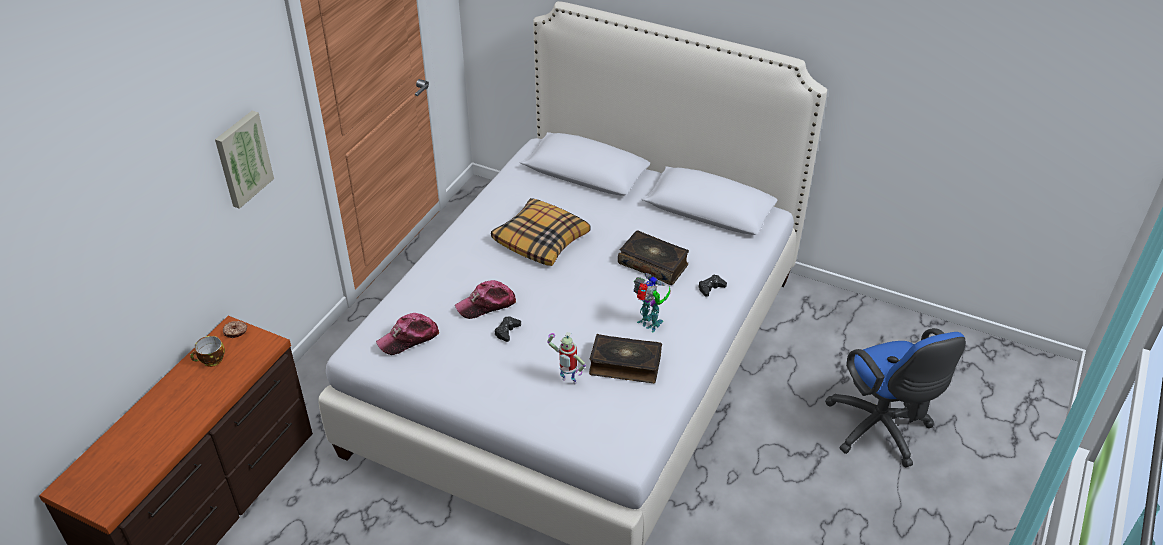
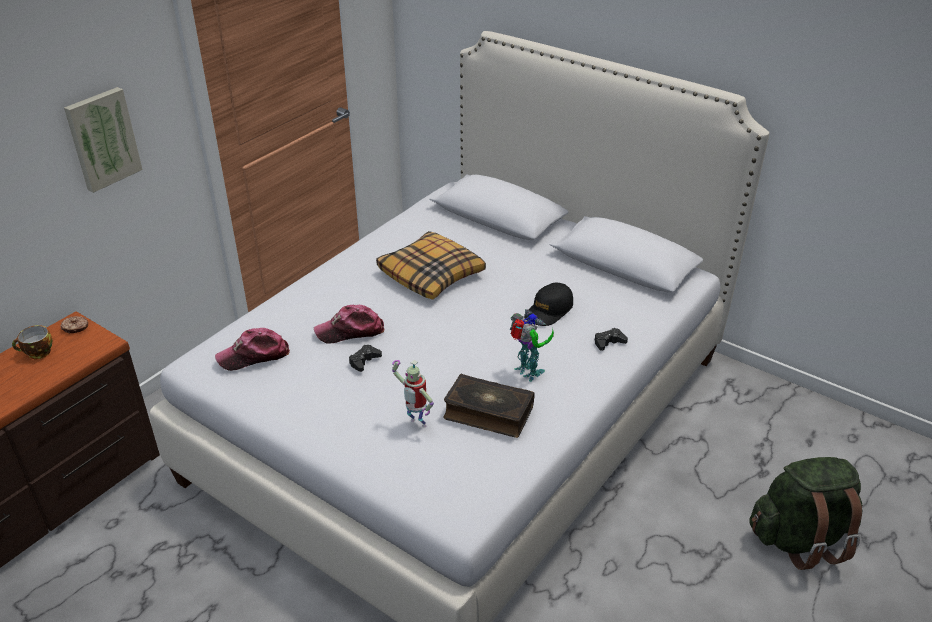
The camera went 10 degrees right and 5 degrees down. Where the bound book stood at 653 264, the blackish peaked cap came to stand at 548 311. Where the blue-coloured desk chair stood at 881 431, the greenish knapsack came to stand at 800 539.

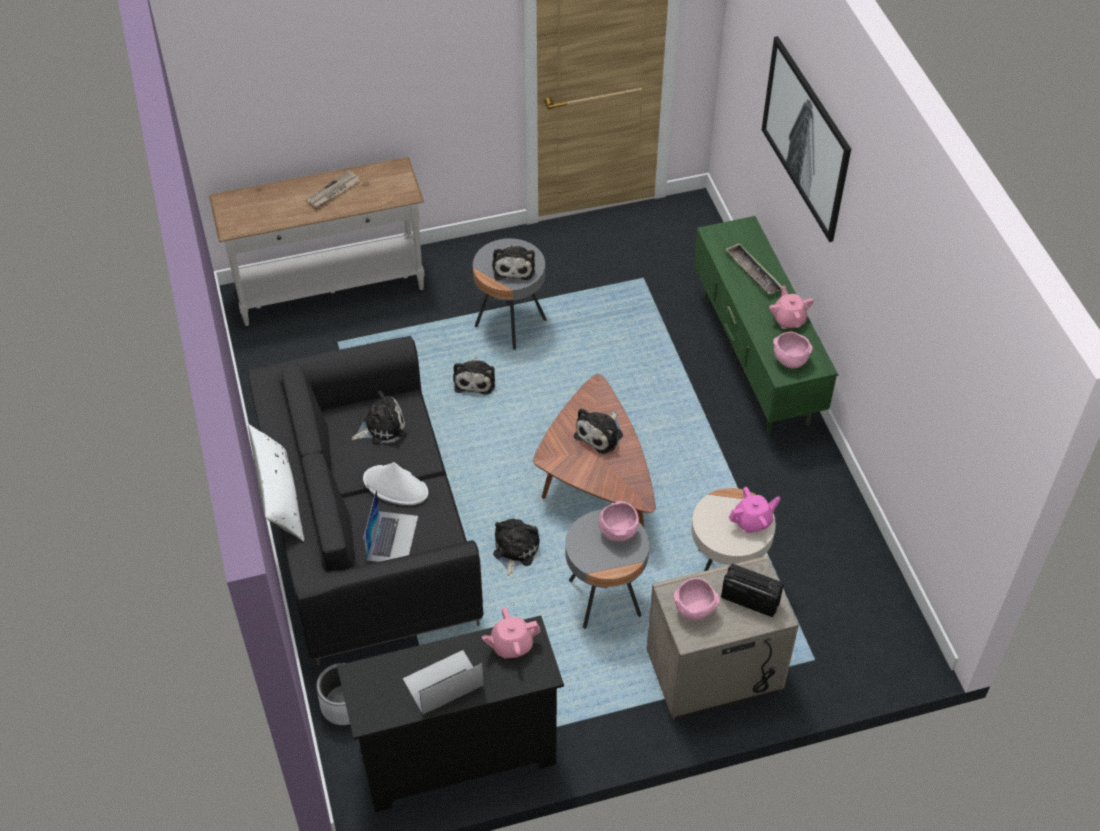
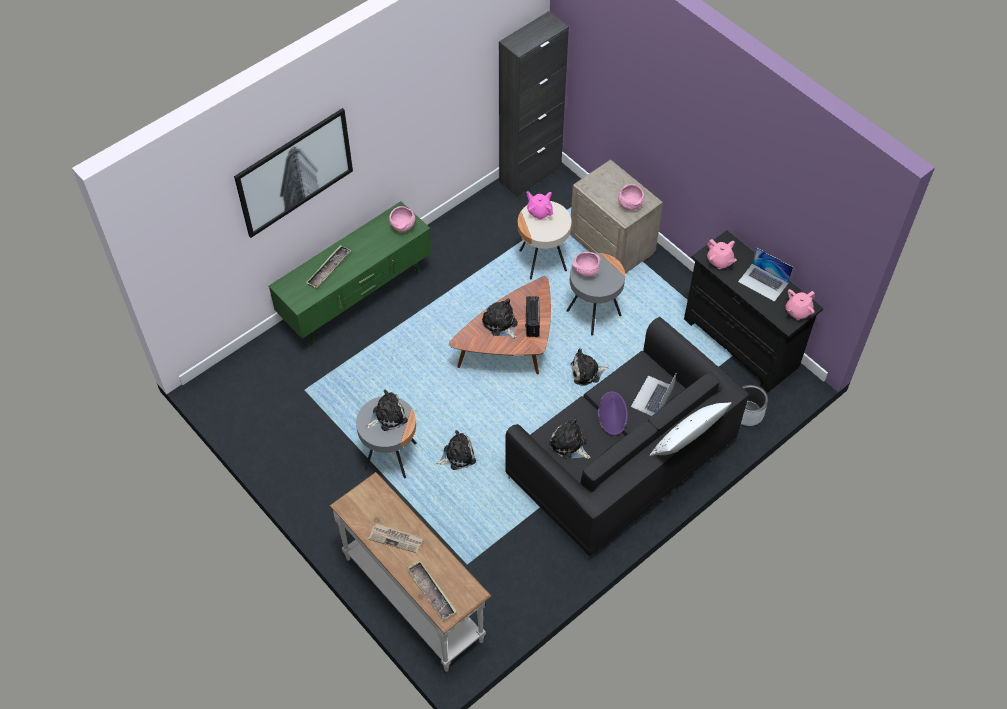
The camera went 115 degrees left and 5 degrees up. The second view gained the carrying tray at 431 592. The plush toy at 600 434 ended up facing another way, 135 degrees counterclockwise from before. The second view gained the blackish cupboard at 530 174. The radio ended up elsewhere, having gone from 749 599 to 532 323. What was the white-coloured wearable hat at 396 486 turned into the purplish wearable hat at 612 414. The notebook computer at 392 537 ended up facing another way, 45 degrees counterclockwise from before. The pinkish teapot ended up elsewhere, having gone from 788 319 to 797 311.

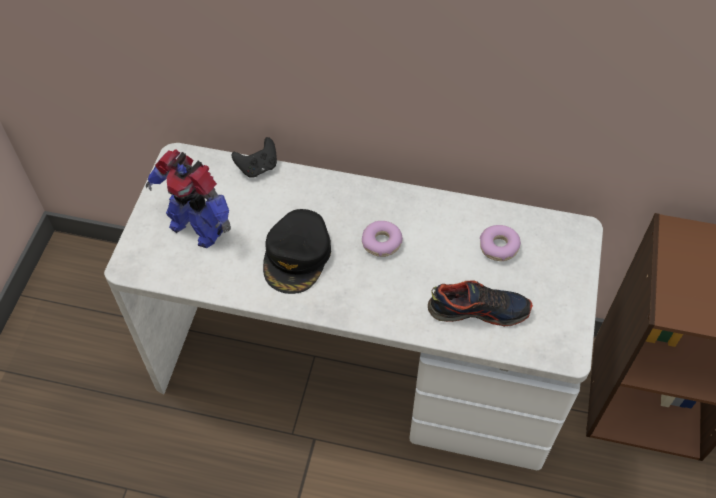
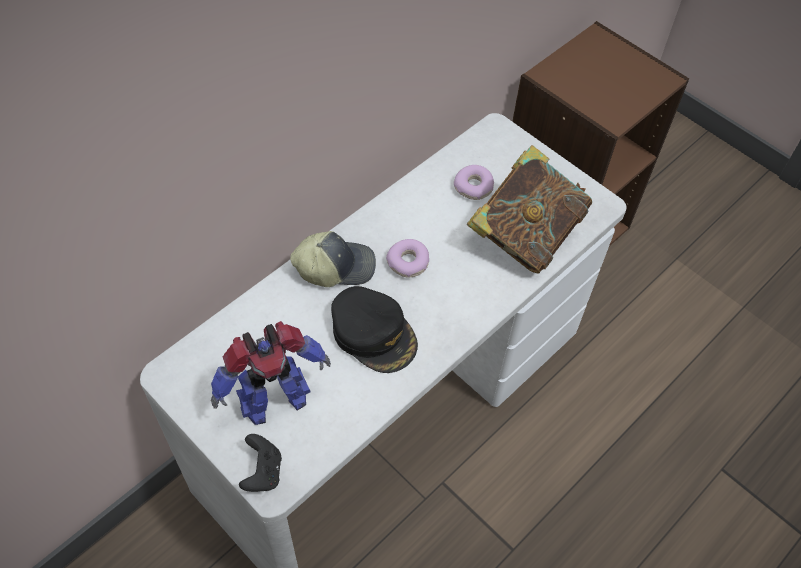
The camera went 60 degrees left and 0 degrees up. The blackish gamepad ended up elsewhere, having gone from 258 167 to 263 472. The second view gained the peaked cap at 335 266. Where the item of footwear stood at 478 310, the bound book came to stand at 524 235.

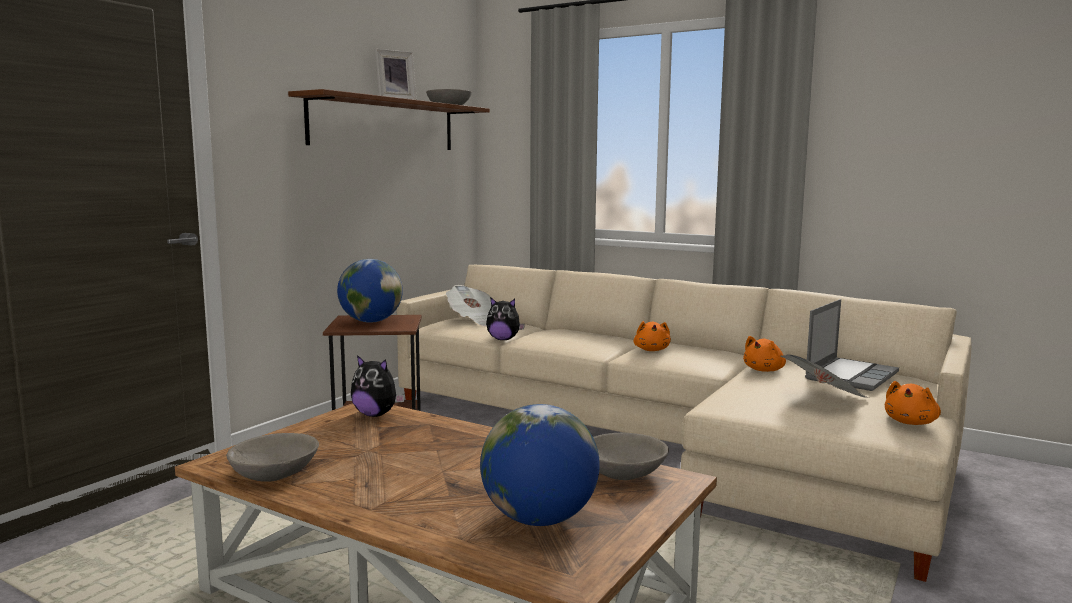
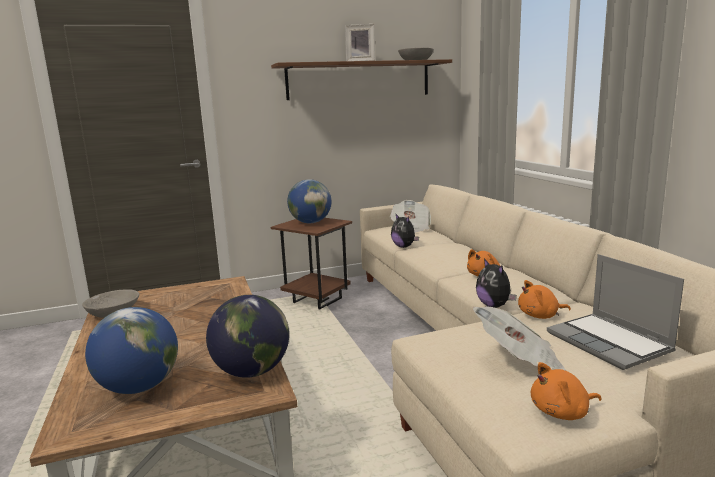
The camera went 40 degrees right and 5 degrees up. Where the grey serving bowl stood at 623 471, the desk globe came to stand at 251 372. The plush toy ended up elsewhere, having gone from 376 414 to 494 306. The notebook computer at 850 376 ended up facing another way, 75 degrees clockwise from before.

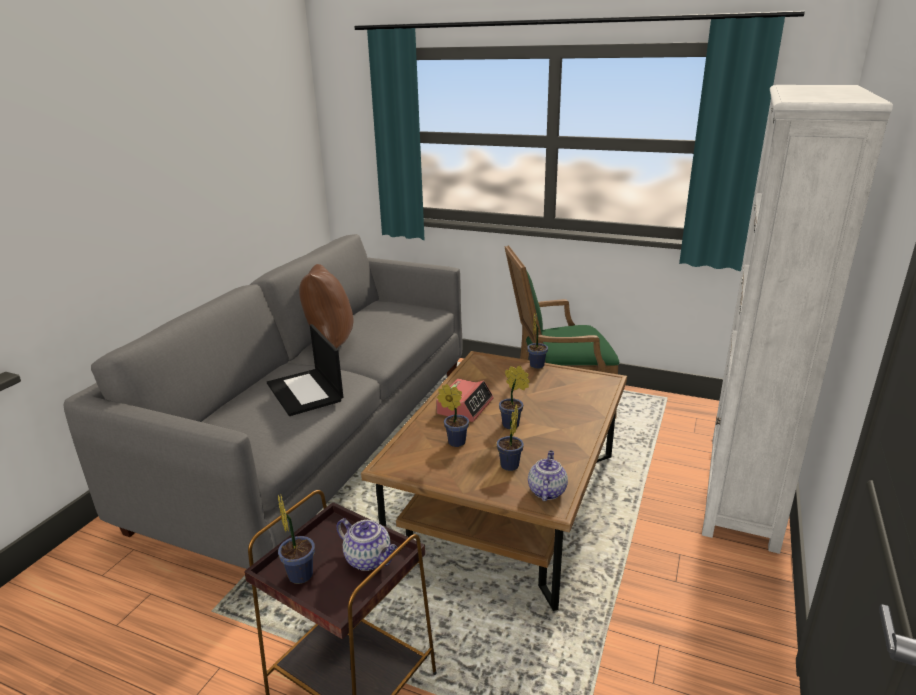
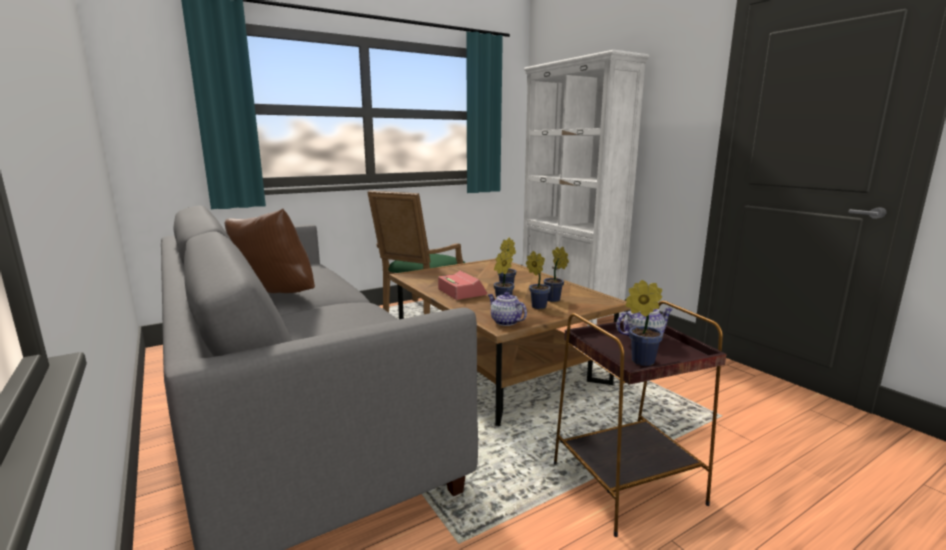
The camera went 55 degrees left and 10 degrees down. The teapot ended up elsewhere, having gone from 546 491 to 505 322. The houseplant ended up elsewhere, having gone from 537 364 to 537 306. The second view lost the notebook computer at 306 392.

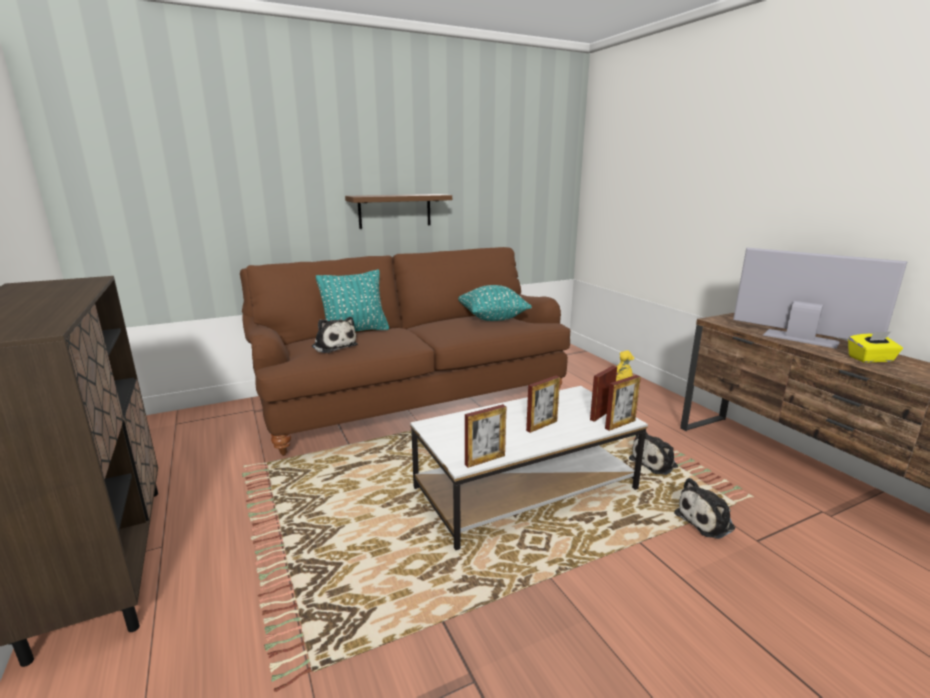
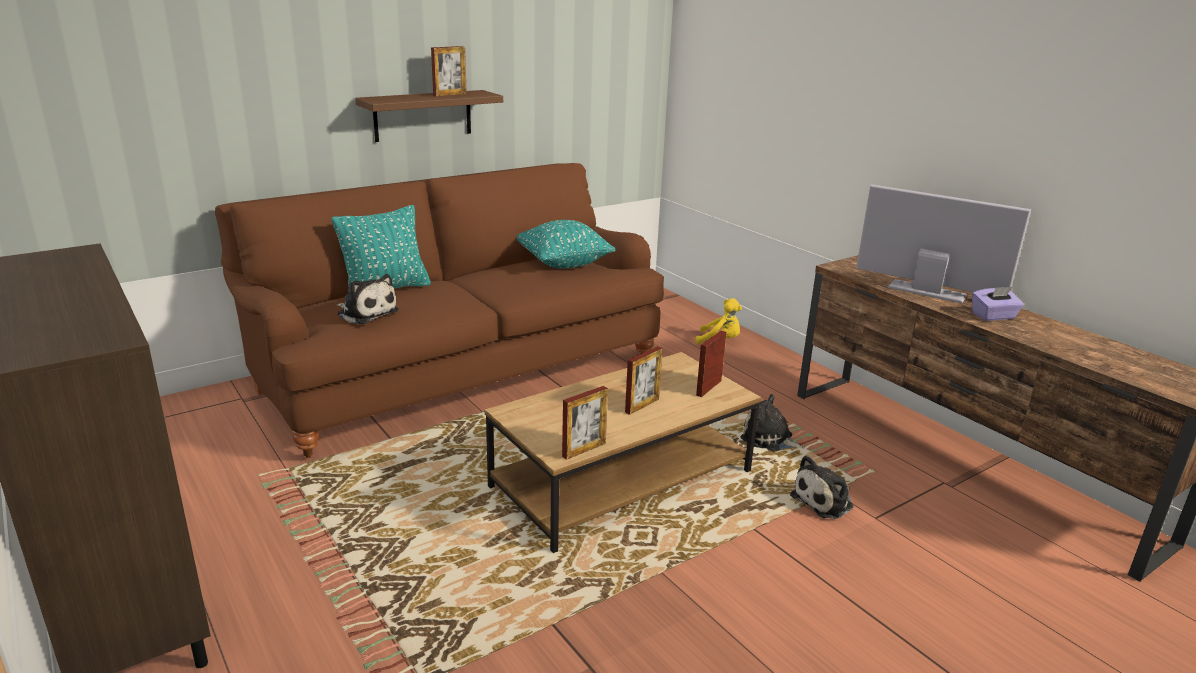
The camera went 10 degrees left and 5 degrees up. The photo frame ended up elsewhere, having gone from 620 424 to 450 95. What was the white-coloured low table at 525 488 turned into the brown-coloured low table at 621 479. The plush toy at 655 462 ended up facing another way, 75 degrees clockwise from before. What was the yellow tissue box at 871 359 turned into the purplish tissue box at 993 316.

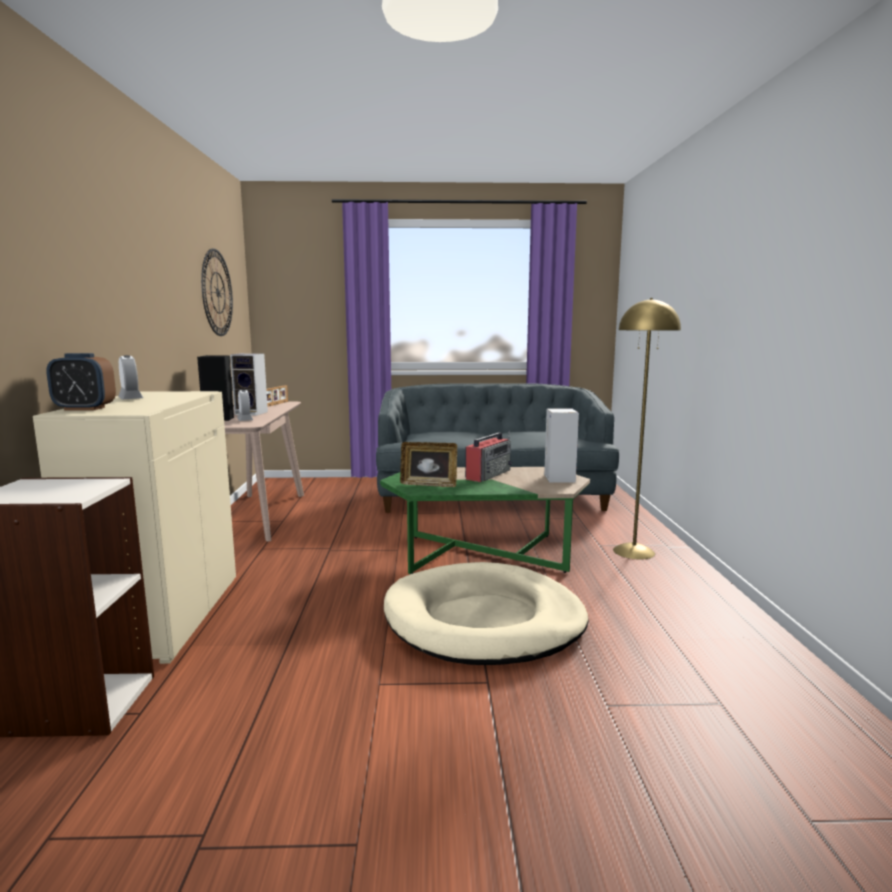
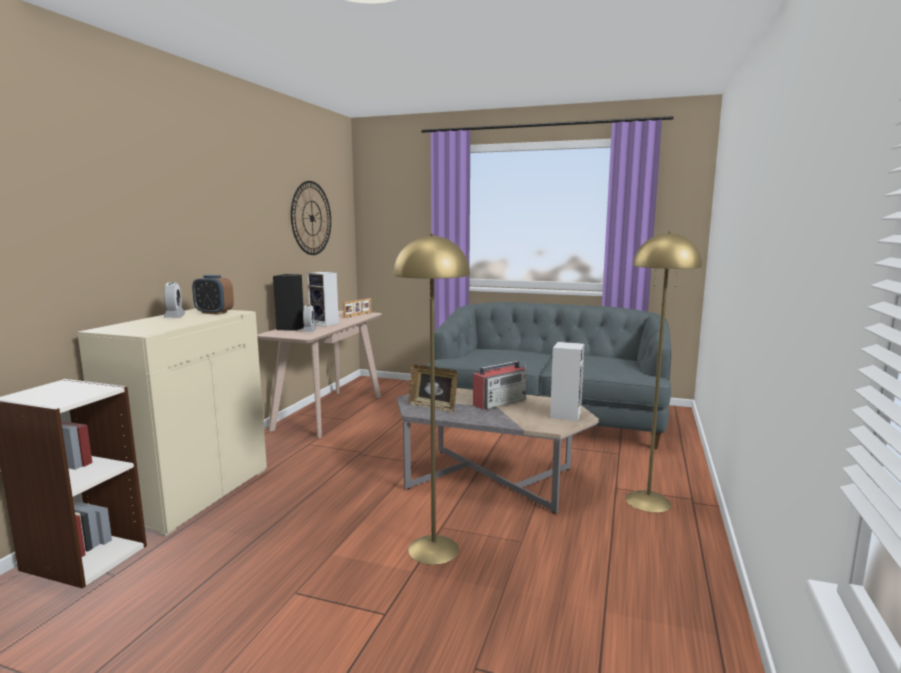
The camera went 20 degrees right and 0 degrees up. The alarm clock ended up elsewhere, having gone from 84 409 to 214 313. Where the beige-coloured pet bed stood at 484 620, the yellow standing lamp came to stand at 434 549. What was the greenish low table at 484 553 turned into the grey low table at 490 478.

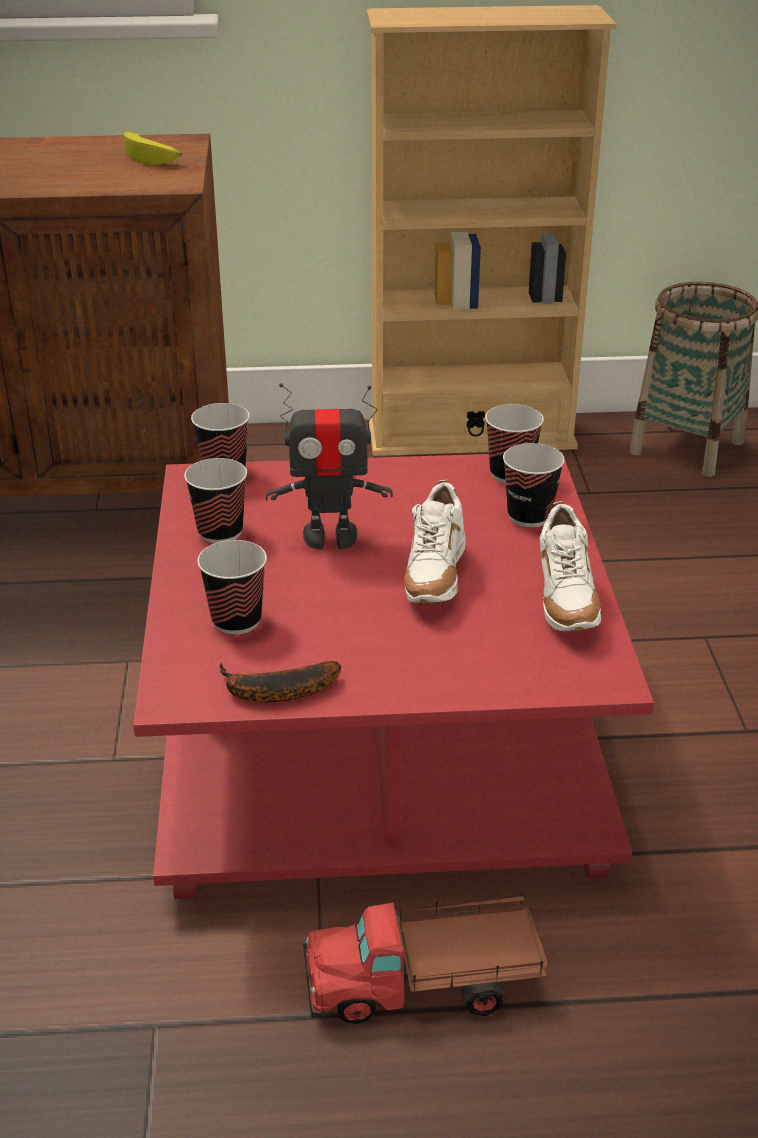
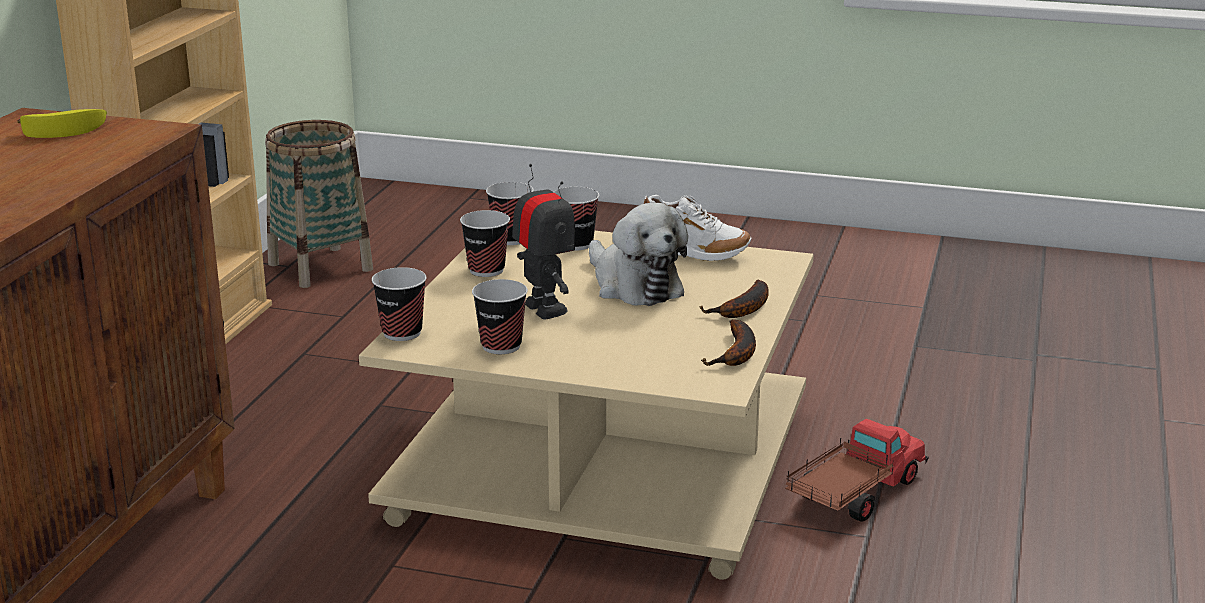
The camera went 70 degrees left and 10 degrees down. What was the red low table at 383 742 turned into the beige-coloured low table at 599 463. The small cup ended up elsewhere, having gone from 236 620 to 486 270. The toy robot at 330 536 ended up facing another way, 45 degrees counterclockwise from before. Where the white-coloured item of footwear stood at 434 579, the plush toy came to stand at 634 285. The second view gained the banana fruit at 743 309. The toy lorry at 426 983 ended up facing another way, 150 degrees counterclockwise from before.

